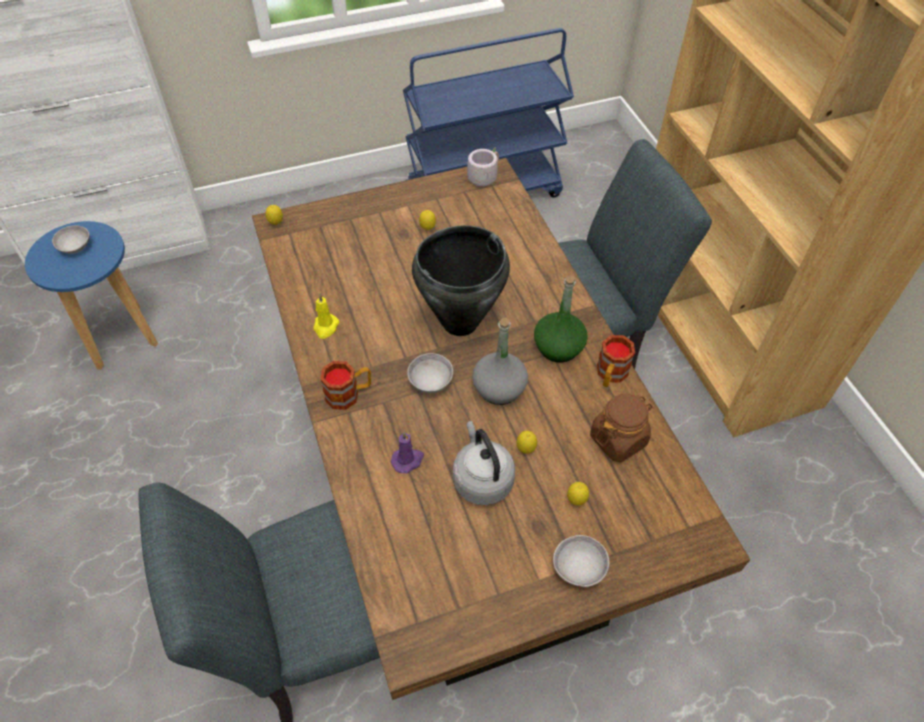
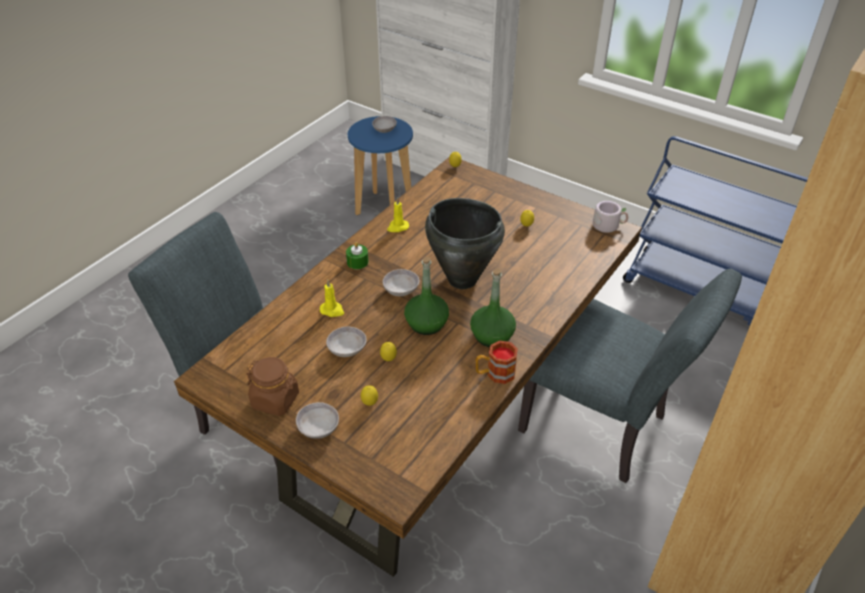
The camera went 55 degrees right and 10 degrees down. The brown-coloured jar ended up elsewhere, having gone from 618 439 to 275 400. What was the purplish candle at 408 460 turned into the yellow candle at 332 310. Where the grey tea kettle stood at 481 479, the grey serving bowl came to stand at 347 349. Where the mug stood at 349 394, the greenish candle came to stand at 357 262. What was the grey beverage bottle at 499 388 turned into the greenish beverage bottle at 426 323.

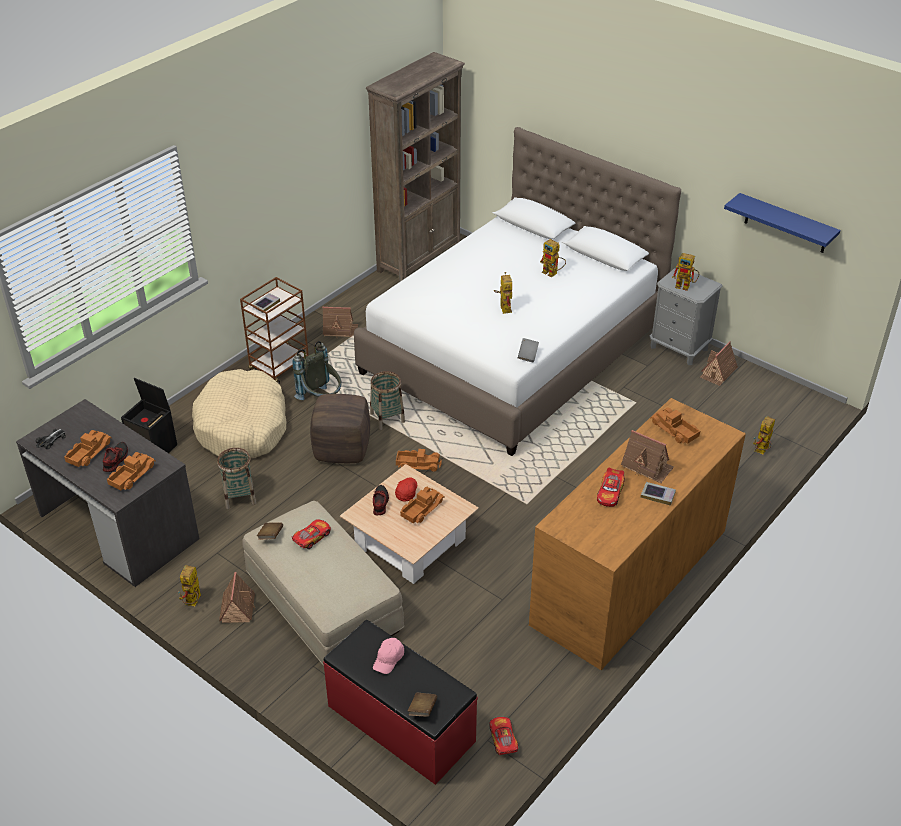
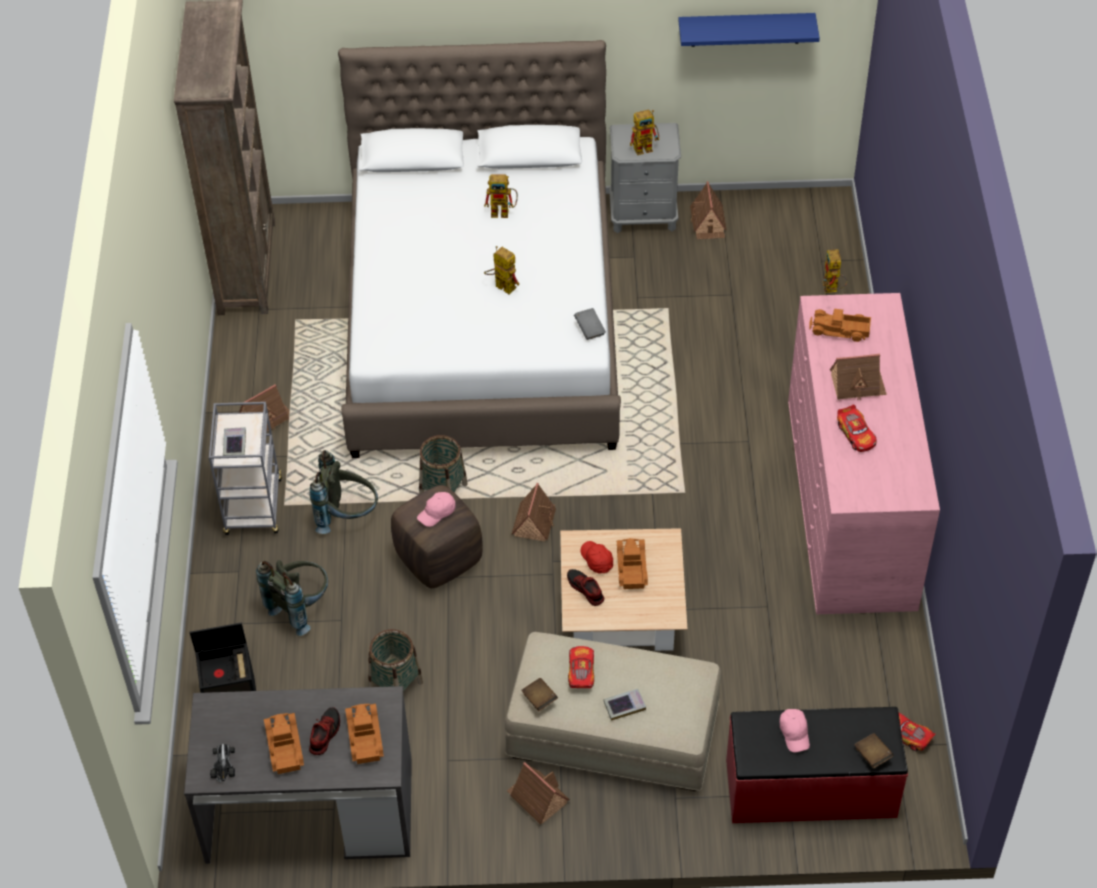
The camera went 40 degrees left and 10 degrees up. What was the brown-coloured cart at 280 367 turned into the grey cart at 254 508. Where the beige-coloured pet bed stood at 242 427, the grey knapsack came to stand at 300 607. The item of footwear at 115 460 ended up facing another way, 45 degrees clockwise from before. The second view gained the pinkish peaked cap at 437 513. Where the toy lorry stood at 418 464, the model house came to stand at 534 521. The bound book ended up elsewhere, having gone from 658 495 to 624 706. What was the brown-coloured dresser at 630 577 turned into the pinkish dresser at 850 502. The second view lost the toy robot at 193 603.

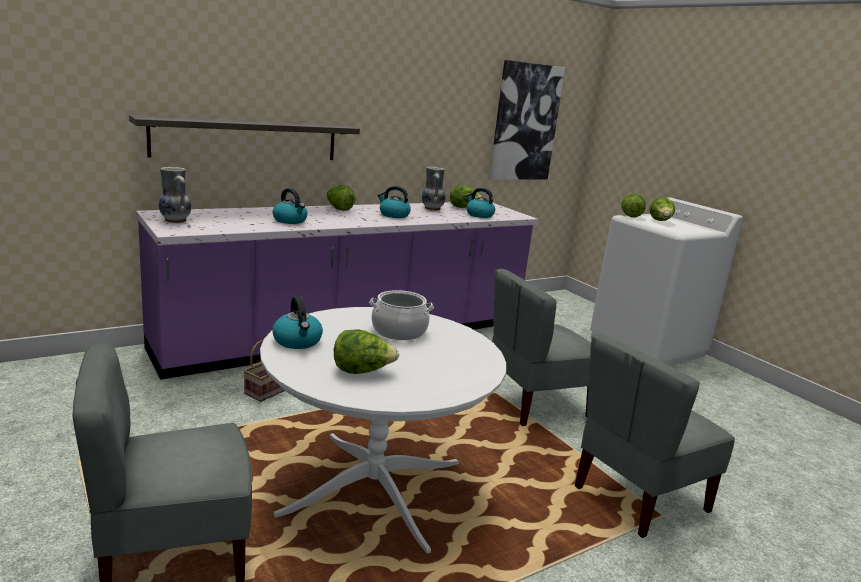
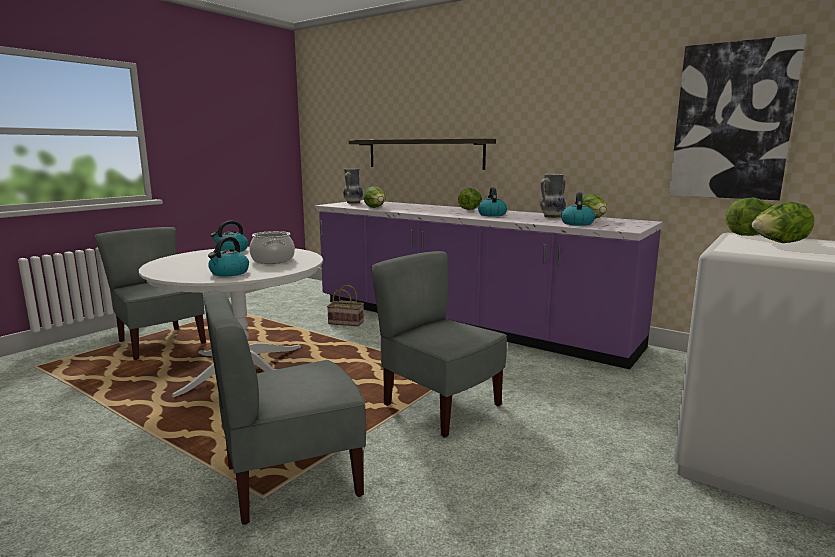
The camera went 70 degrees right and 5 degrees down. The grey plain chair at 638 498 ended up facing another way, 60 degrees counterclockwise from before. The tea kettle ended up elsewhere, having gone from 290 221 to 229 273. The lettuce ended up elsewhere, having gone from 362 371 to 375 208.

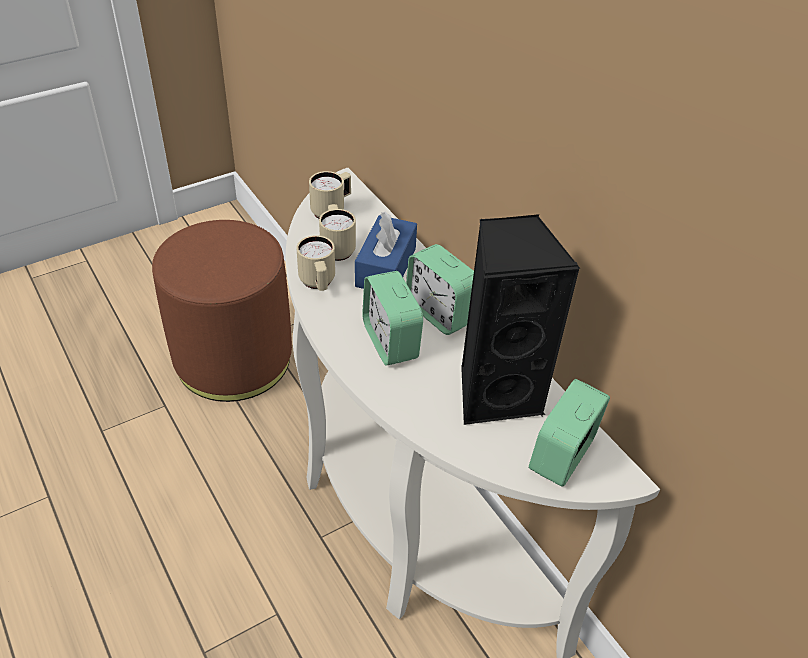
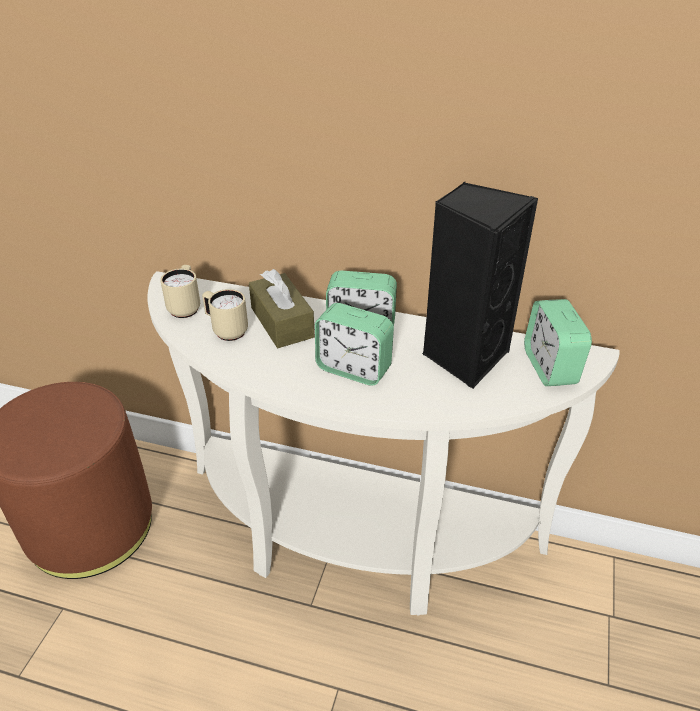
The camera went 40 degrees left and 5 degrees down. What was the blue-coloured tissue box at 386 267 turned into the brown-coloured tissue box at 282 322. The second view lost the beige-coloured mug at 318 284.

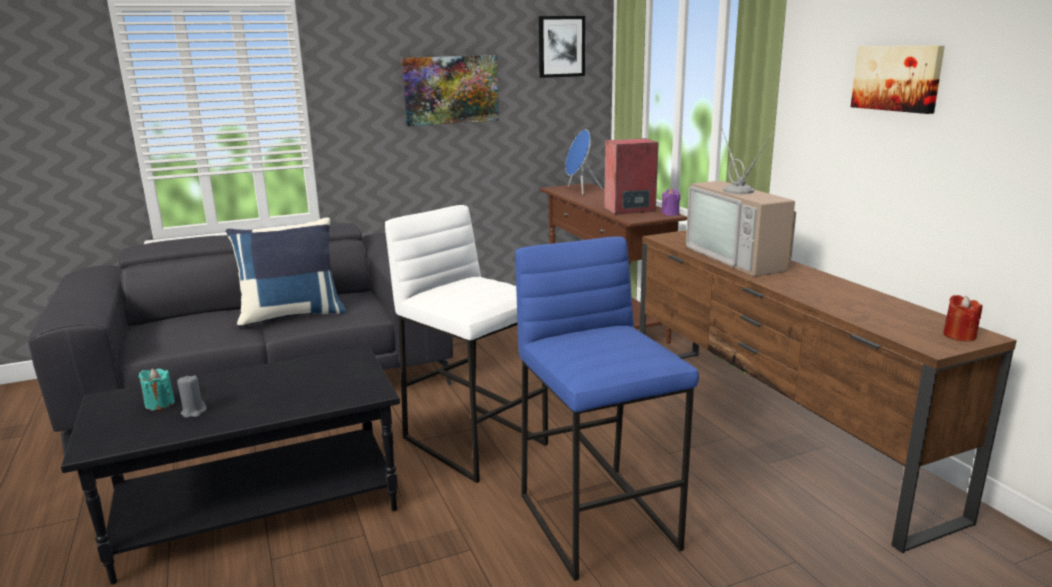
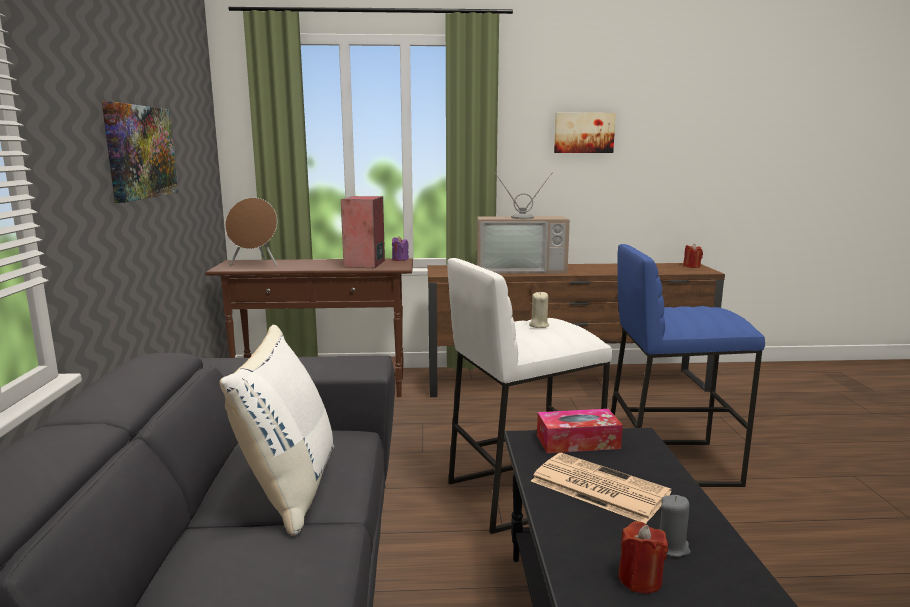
The camera went 70 degrees left and 5 degrees down. What was the blue-coloured throw pillow at 292 315 turned into the white-coloured throw pillow at 289 487. What was the blue-coloured audio speaker at 579 190 turned into the brown-coloured audio speaker at 255 264. The second view gained the beige-coloured candle at 538 325. The second view gained the printed paper at 597 487. The second view gained the tissue box at 577 442. What was the blue-green candle at 160 404 turned into the red candle at 640 579. The second view lost the picture at 561 46.

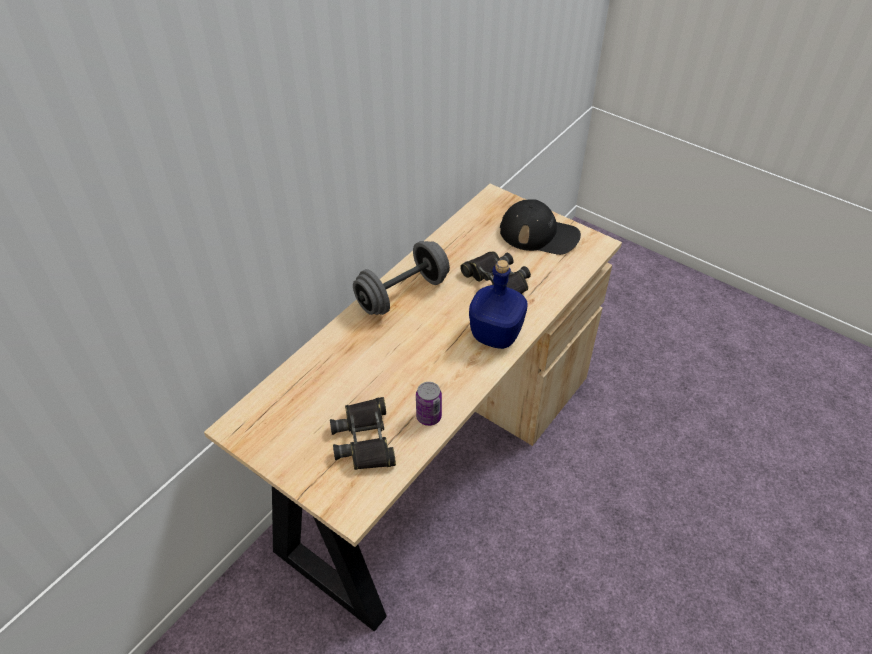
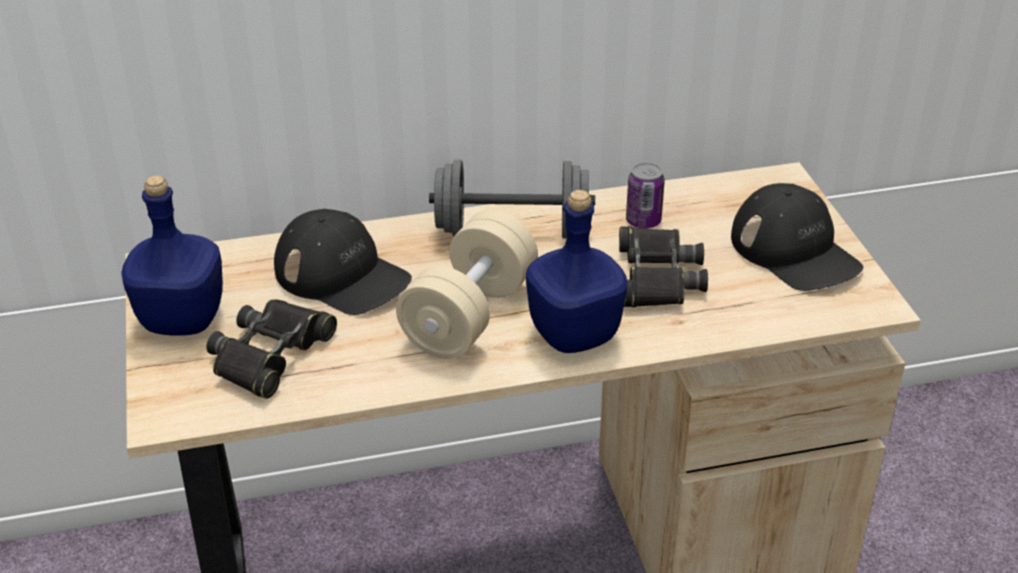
The camera went 40 degrees right and 10 degrees down. The second view gained the blue-coloured beverage bottle at 184 319. The second view gained the blackish peaked cap at 342 275. The second view gained the beige-coloured free weight at 470 315. The can ended up elsewhere, having gone from 429 416 to 643 221.

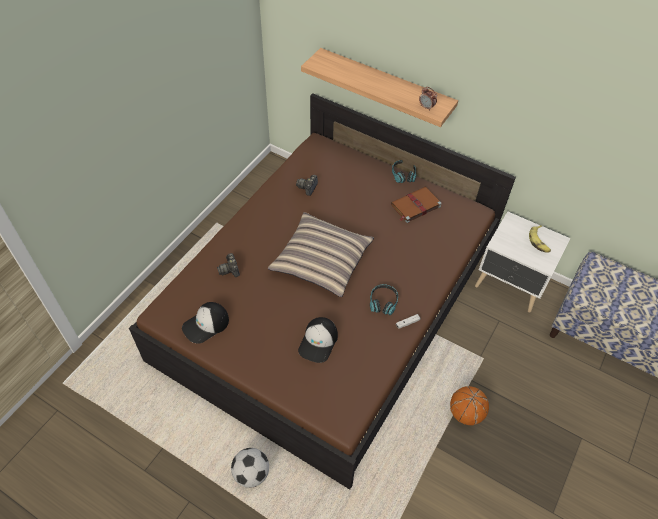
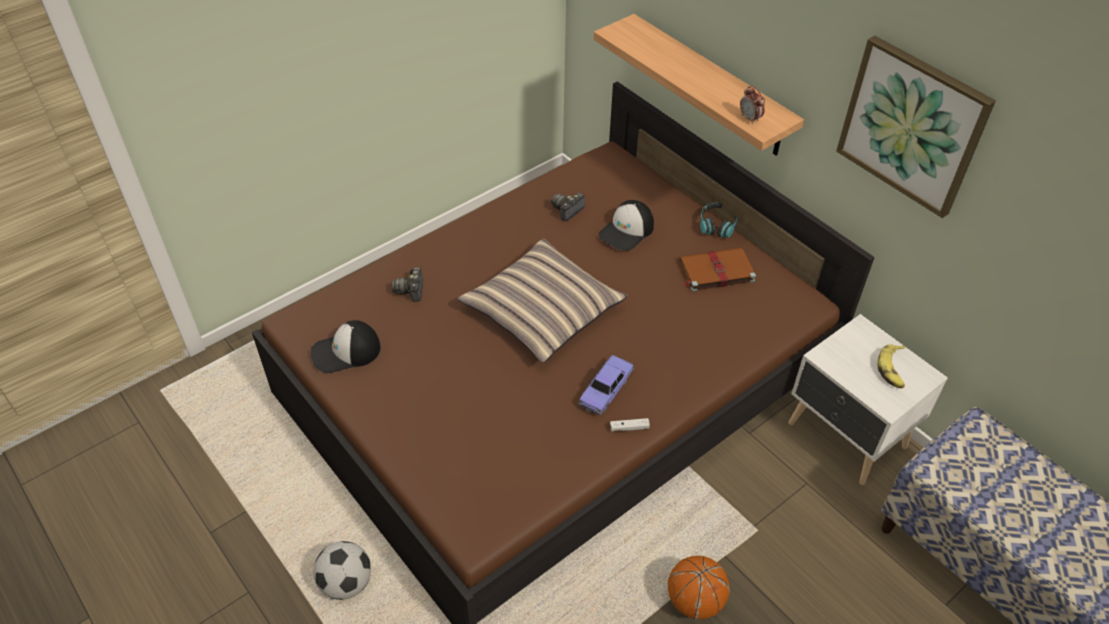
The camera went 20 degrees right and 5 degrees down. Where the headset stood at 383 302, the model car came to stand at 606 390. The peaked cap ended up elsewhere, having gone from 318 342 to 627 231. The second view gained the picture at 912 126.

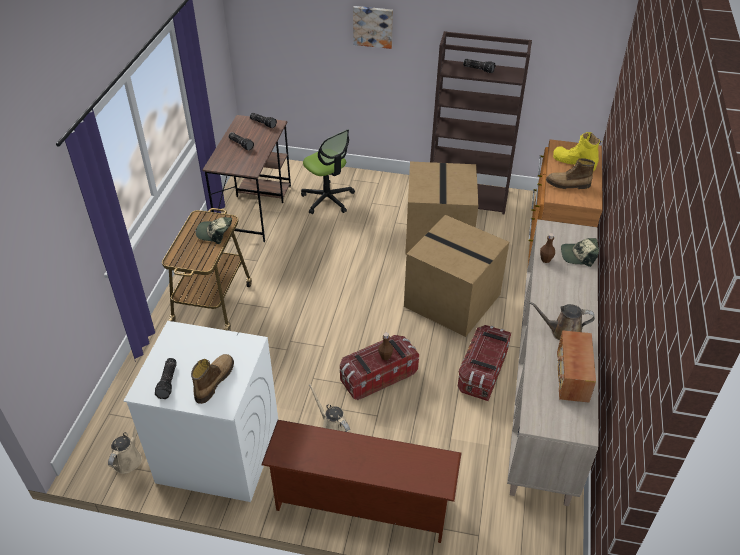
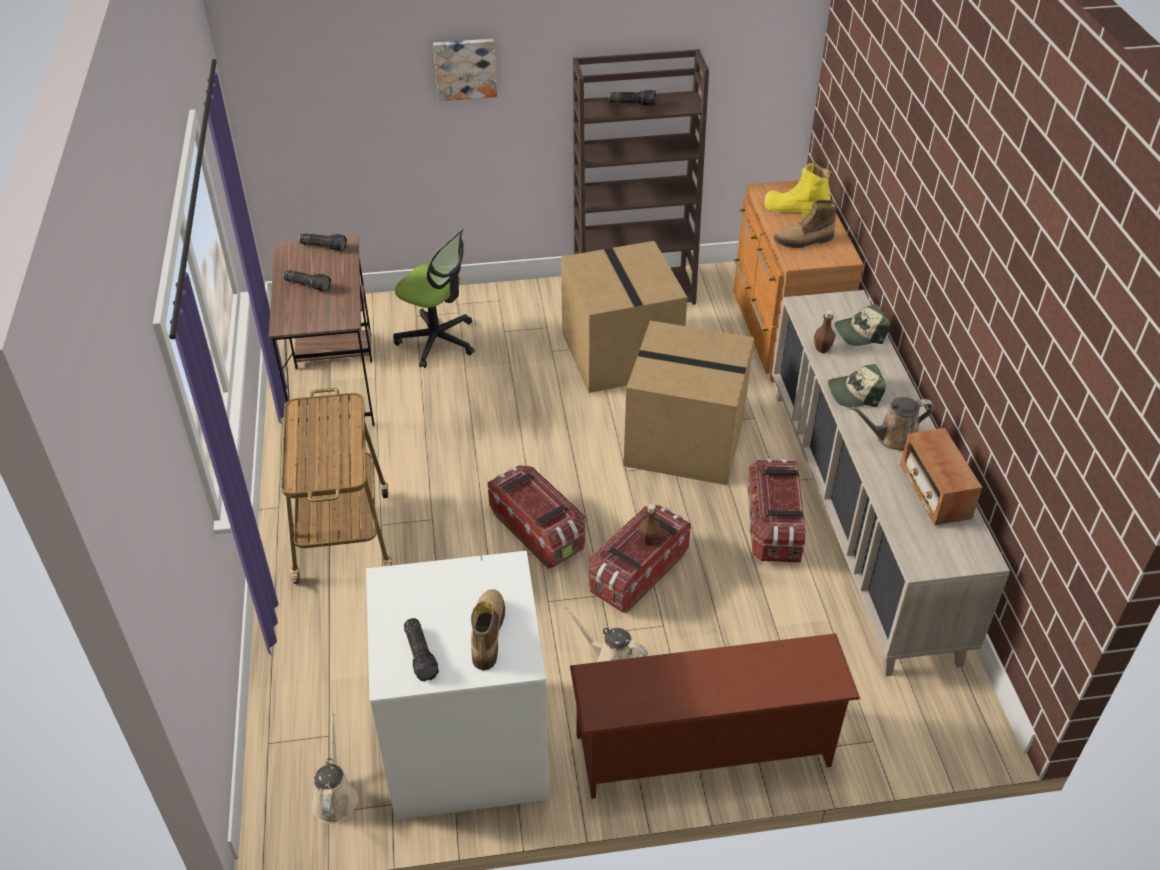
The camera went 20 degrees left and 0 degrees up. The second view gained the storage container at 538 530. The peaked cap ended up elsewhere, having gone from 215 233 to 855 393.

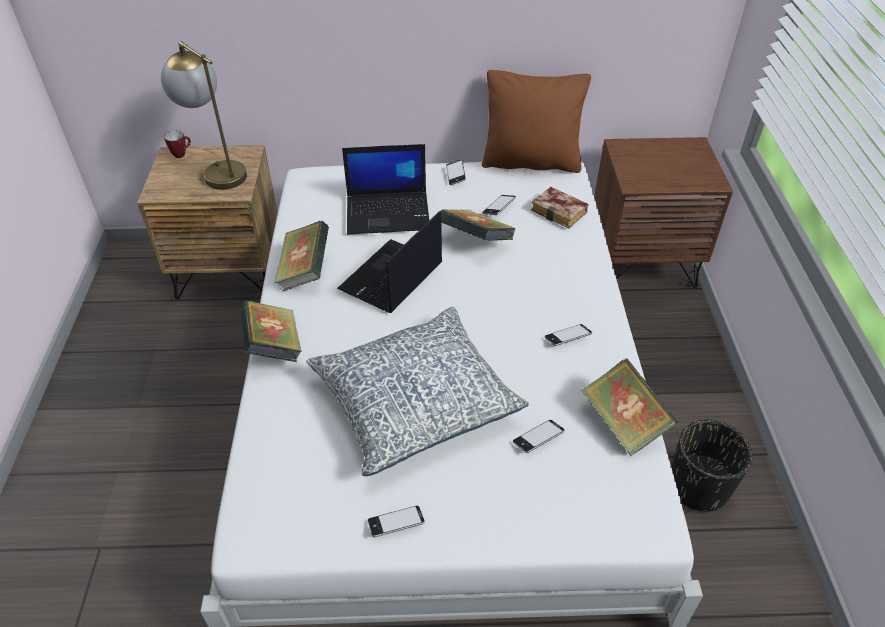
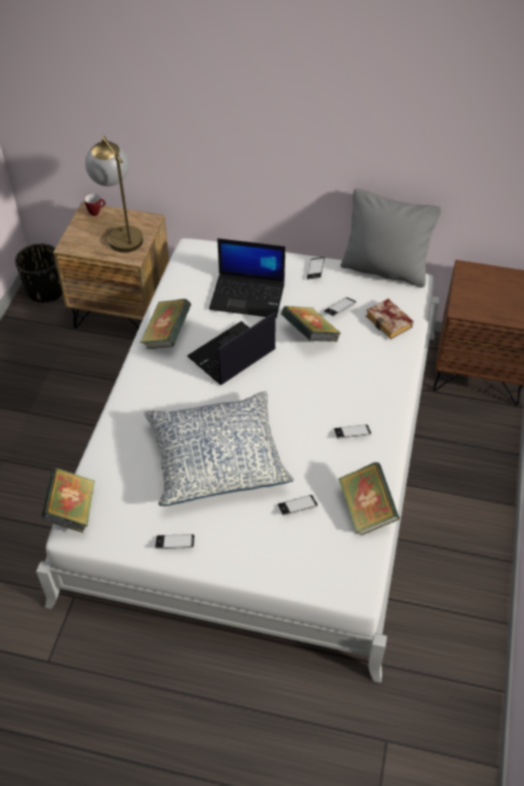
The camera went 15 degrees right and 5 degrees up. The blackish plant pot ended up elsewhere, having gone from 698 486 to 46 290. The bound book ended up elsewhere, having gone from 274 347 to 72 511. What was the brown-coloured throw pillow at 531 162 turned into the grey throw pillow at 385 269.

